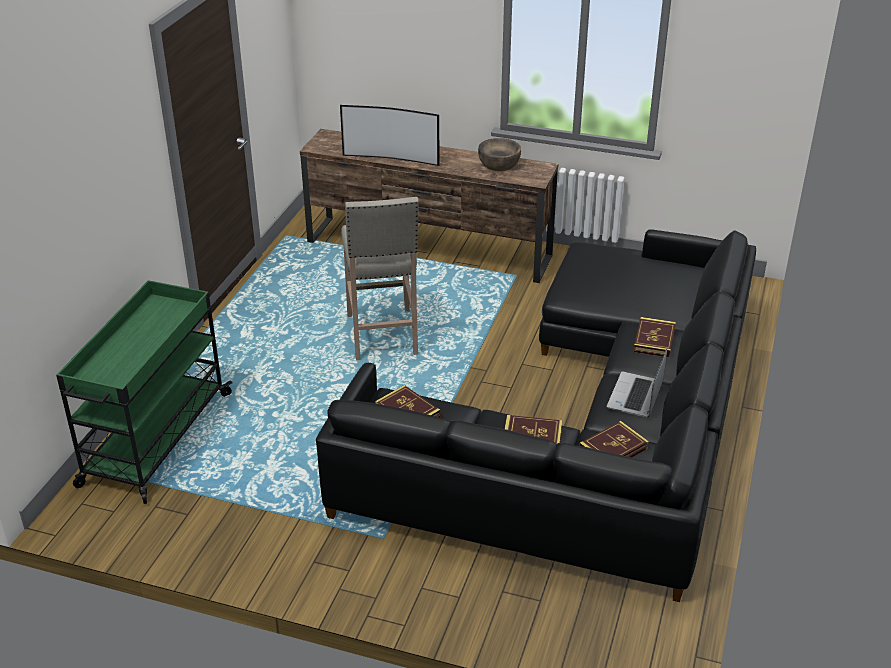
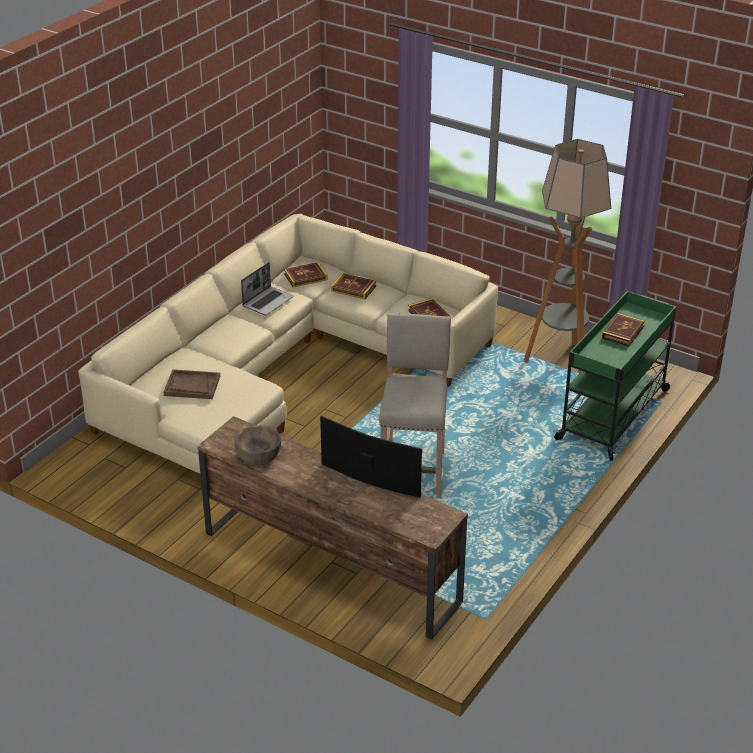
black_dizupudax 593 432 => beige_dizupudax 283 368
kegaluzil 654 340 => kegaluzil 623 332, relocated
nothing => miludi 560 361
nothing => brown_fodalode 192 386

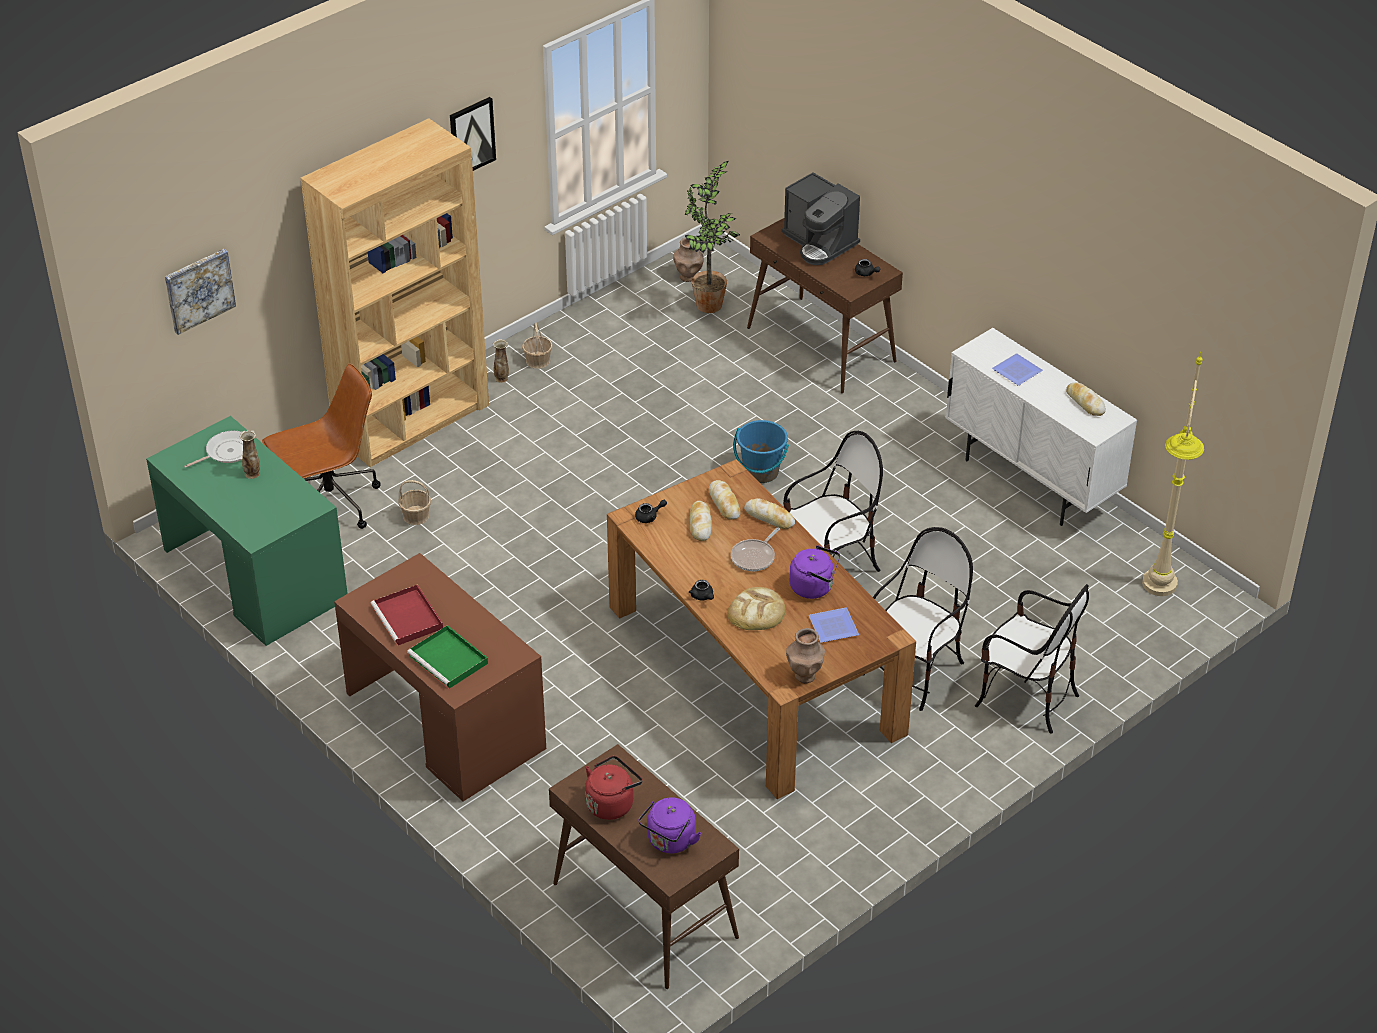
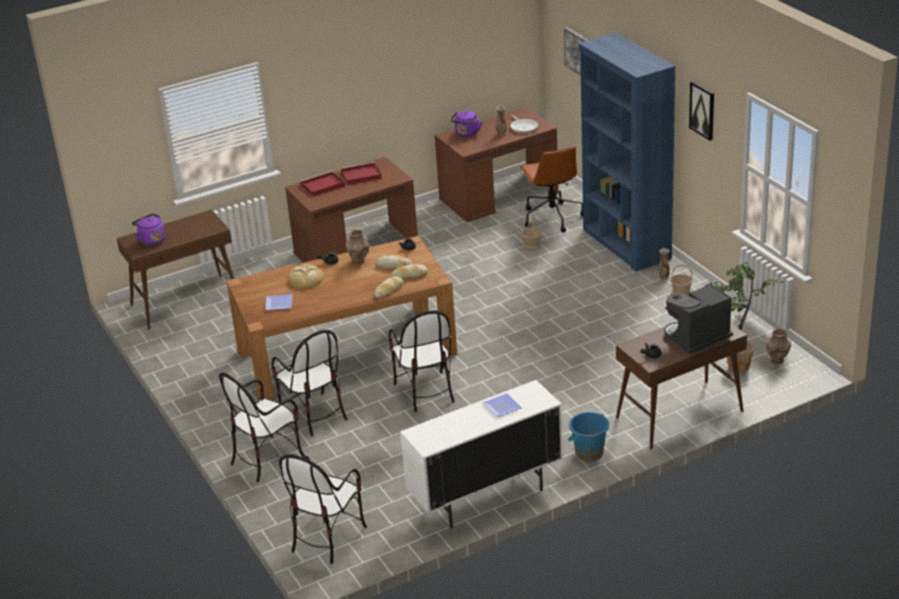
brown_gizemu 412 420 => blue_gizemu 626 244
beige_miludi 1156 604 => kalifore 327 537
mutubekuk 1085 402 => nothing
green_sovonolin 255 574 => brown_sovonolin 498 195
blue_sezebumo 761 472 => blue_sezebumo 589 453, relocated
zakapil 754 557 => nothing
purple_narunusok 814 587 => purple_narunusok 466 134, relocated
green_fodalode 449 660 => red_fodalode 322 186
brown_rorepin 805 675 => brown_rorepin 358 261, relocated
red_narunusok 612 803 => nothing

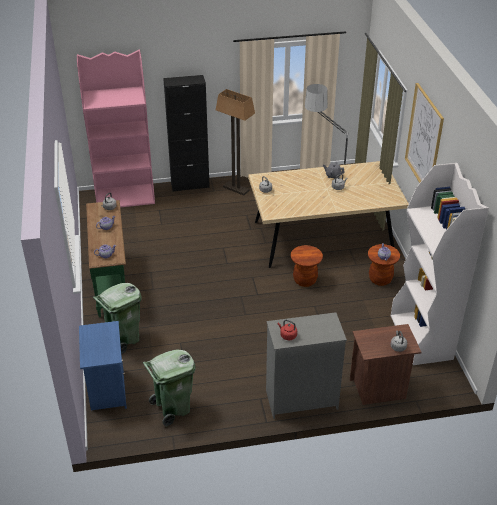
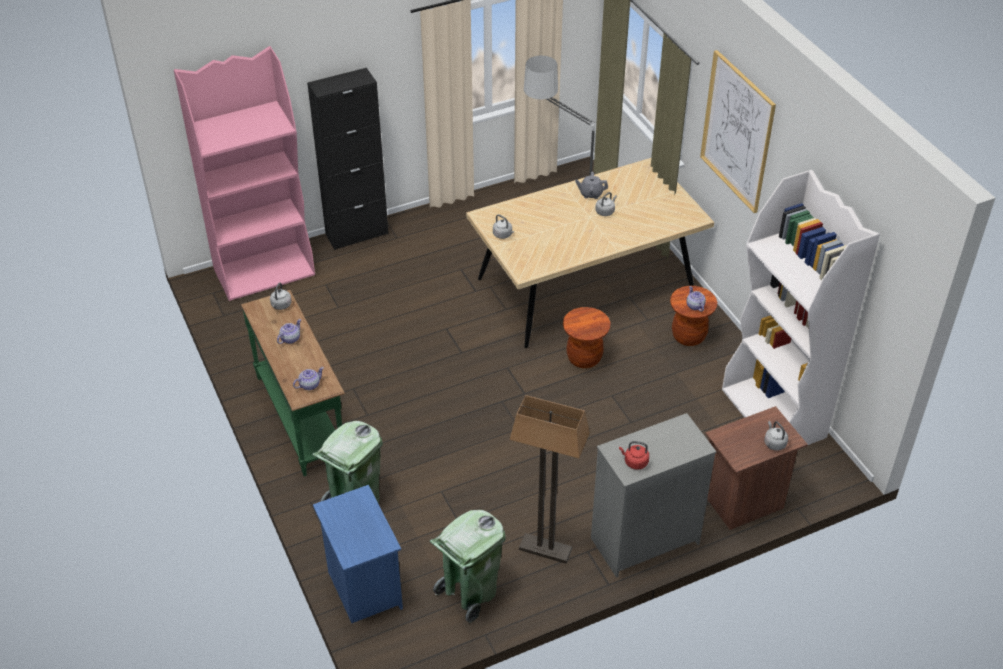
miludi 236 189 => miludi 545 549, relocated

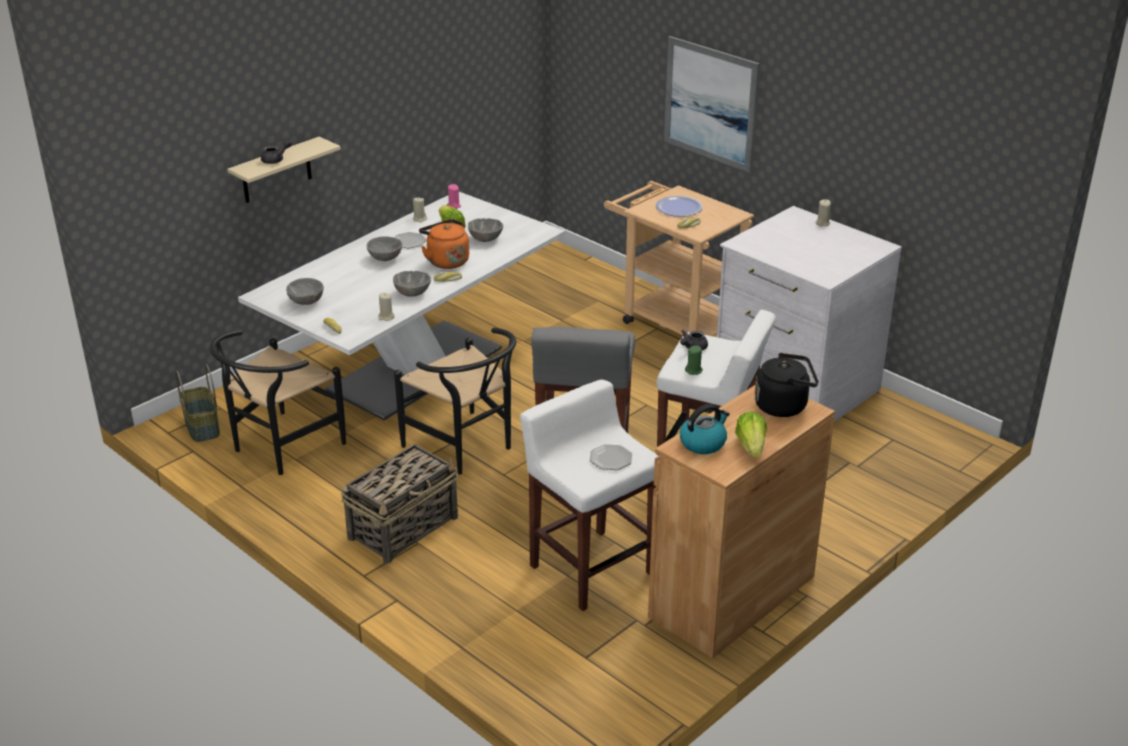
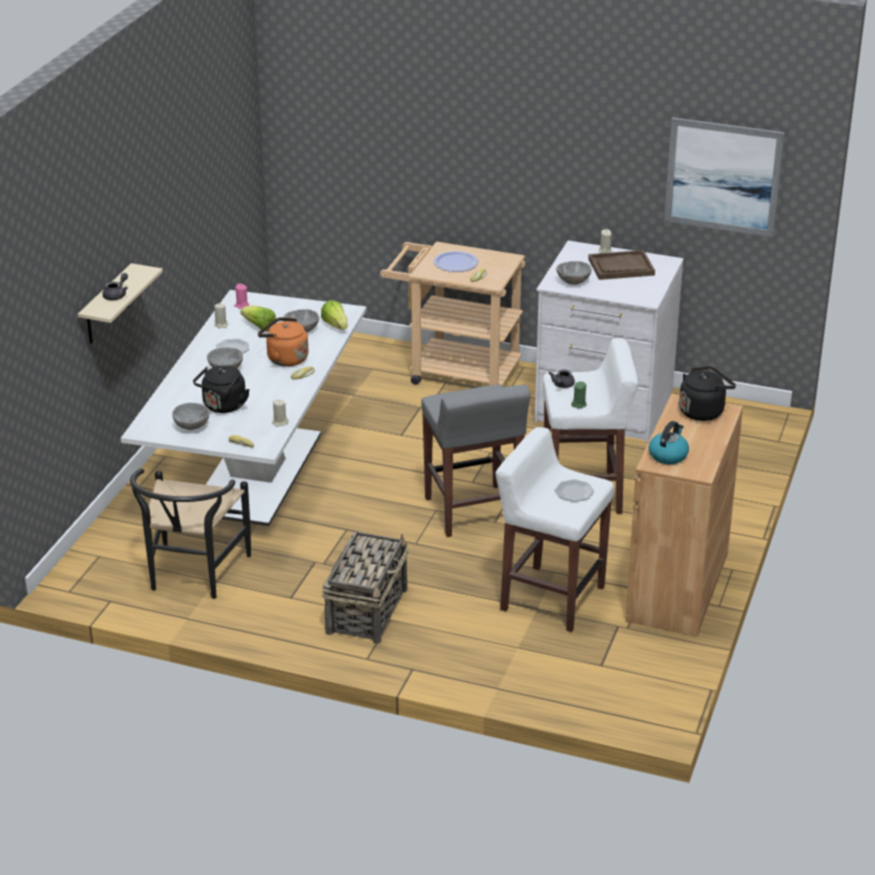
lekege 710 103 => lekege 723 177, relocated
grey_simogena 412 293 => grey_simogena 573 282, relocated
black_kalifore 466 448 => nothing
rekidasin 201 427 => nothing
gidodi 751 447 => gidodi 335 325, relocated
nothing => brown_fodalode 621 267
nothing => black_narunusok 223 407

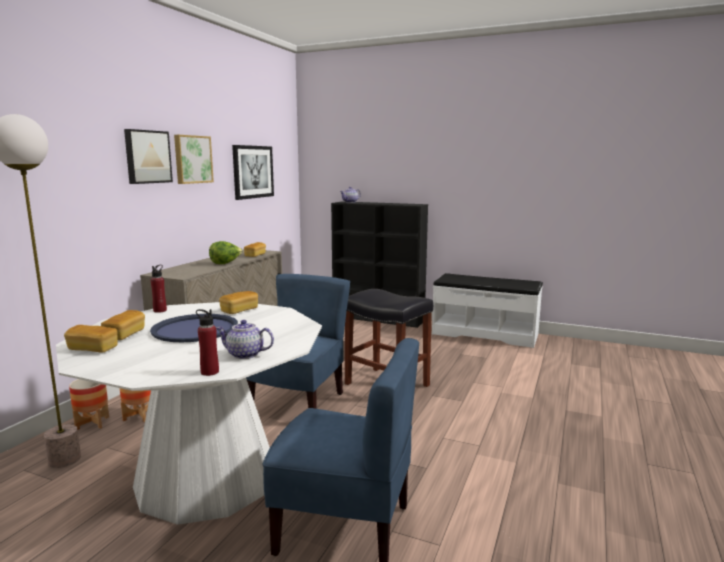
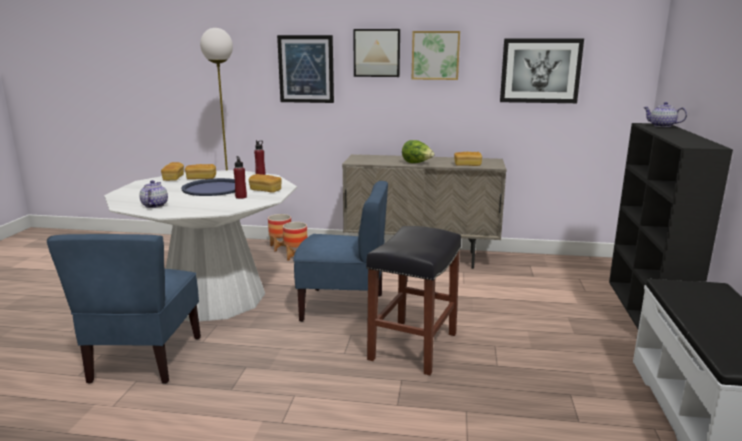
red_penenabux 209 372 => red_penenabux 241 197, relocated
nothing => lekege 306 69

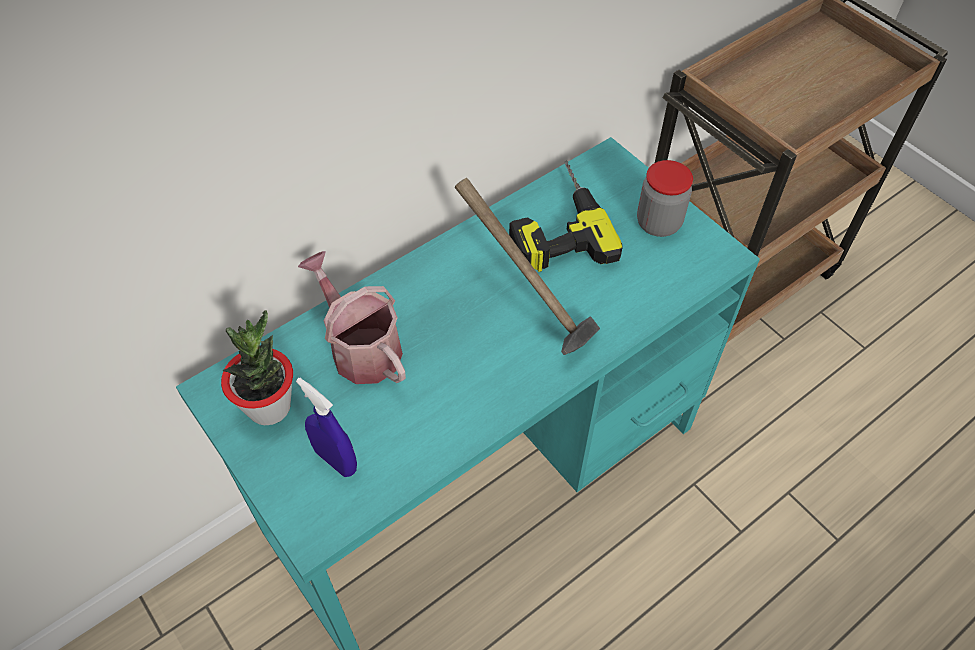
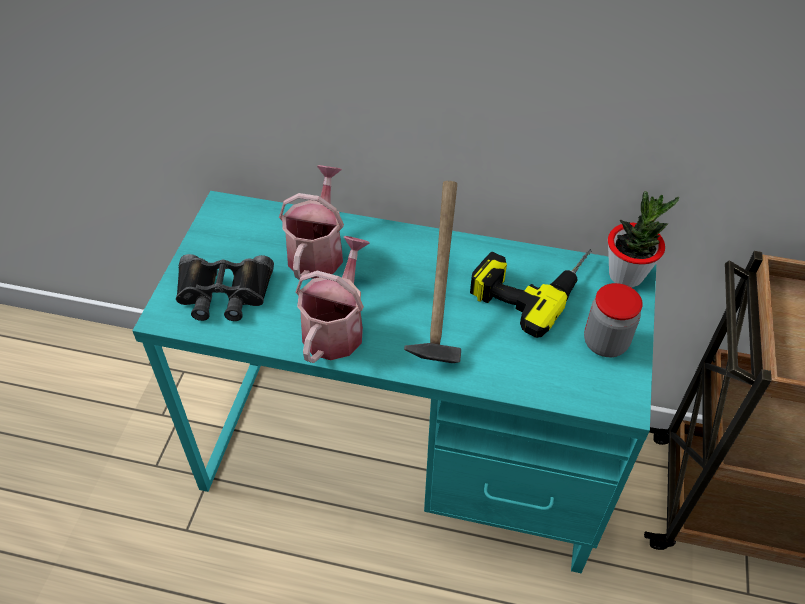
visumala 269 406 => visumala 626 275, relocated
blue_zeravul 336 460 => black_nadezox 223 293
nothing => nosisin 336 327

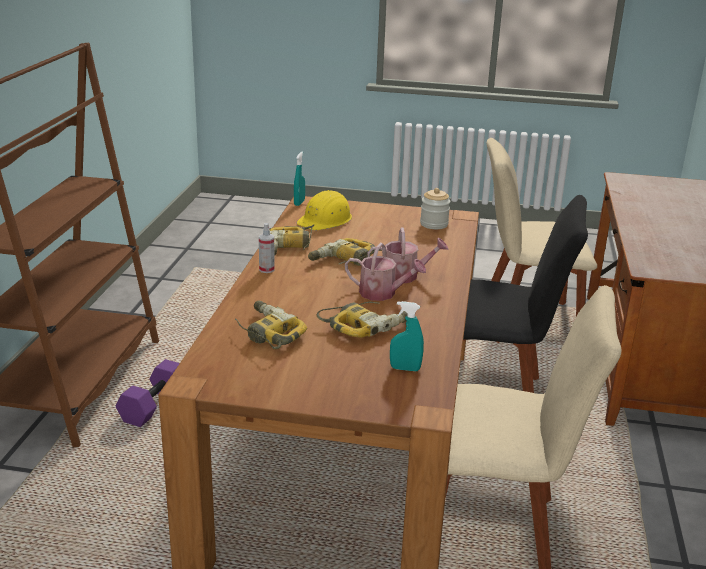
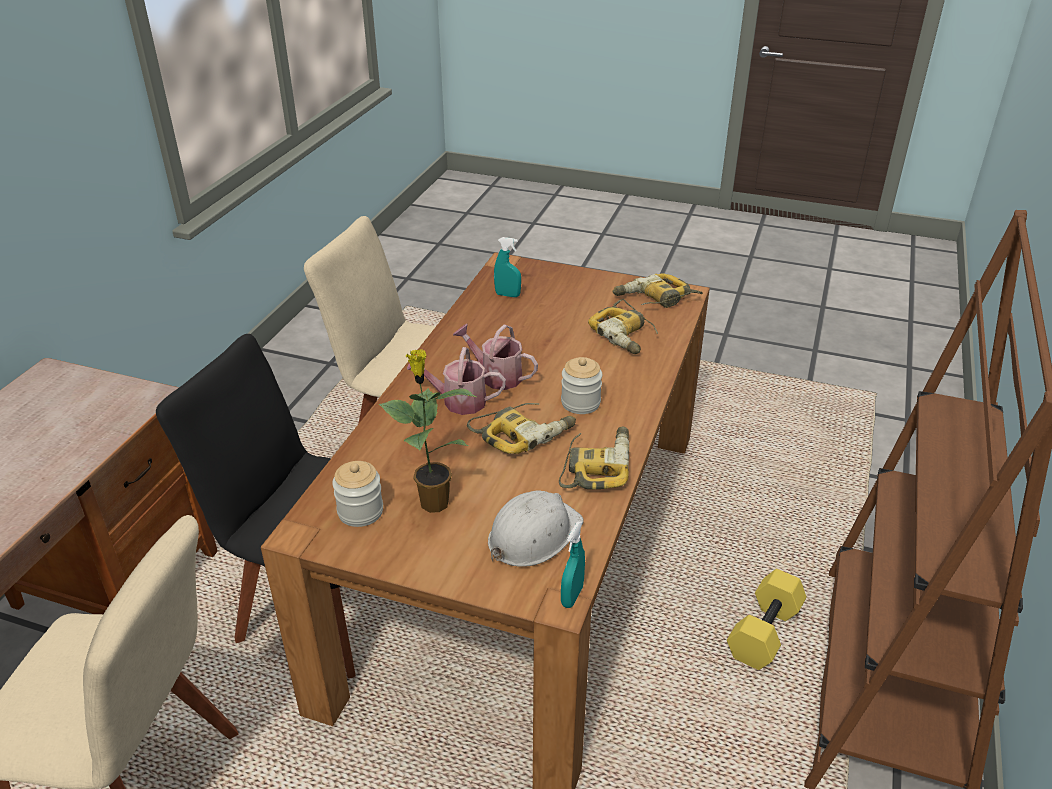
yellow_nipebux 325 220 => white_nipebux 533 535
zeravul 266 269 => nothing
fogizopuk 365 325 => fogizopuk 655 299, relocated
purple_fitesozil 154 407 => yellow_fitesozil 763 631
nothing => visumala 433 501
nothing => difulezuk 580 403

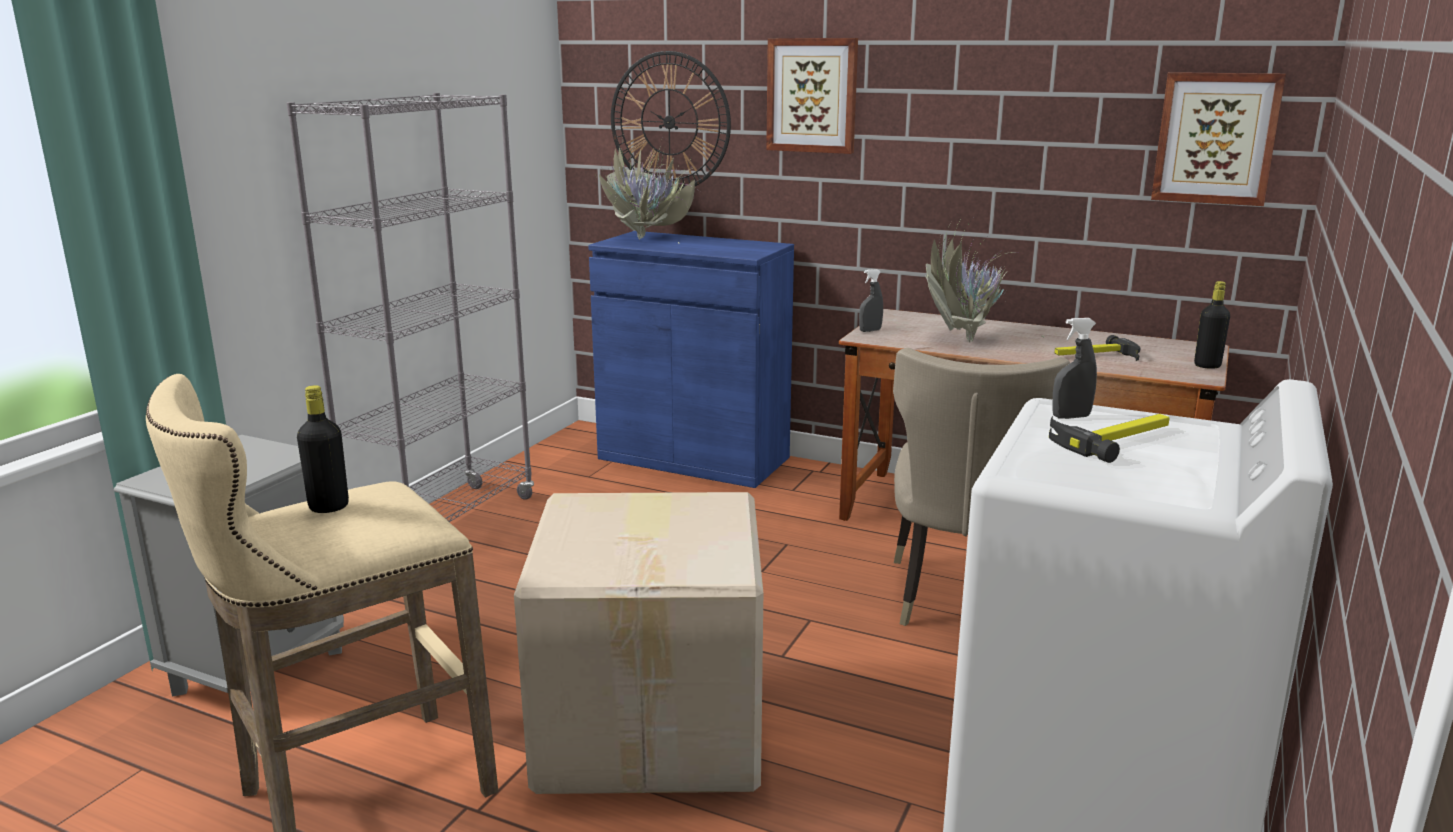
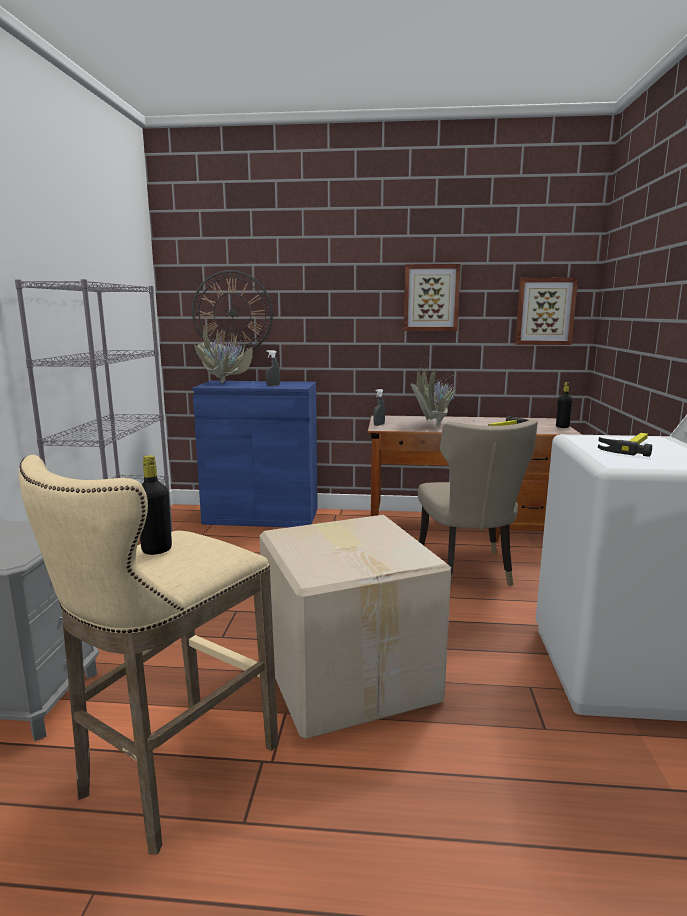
lekege 812 95 => lekege 431 298, relocated
grey_zeravul 1071 417 => grey_zeravul 273 386, relocated

